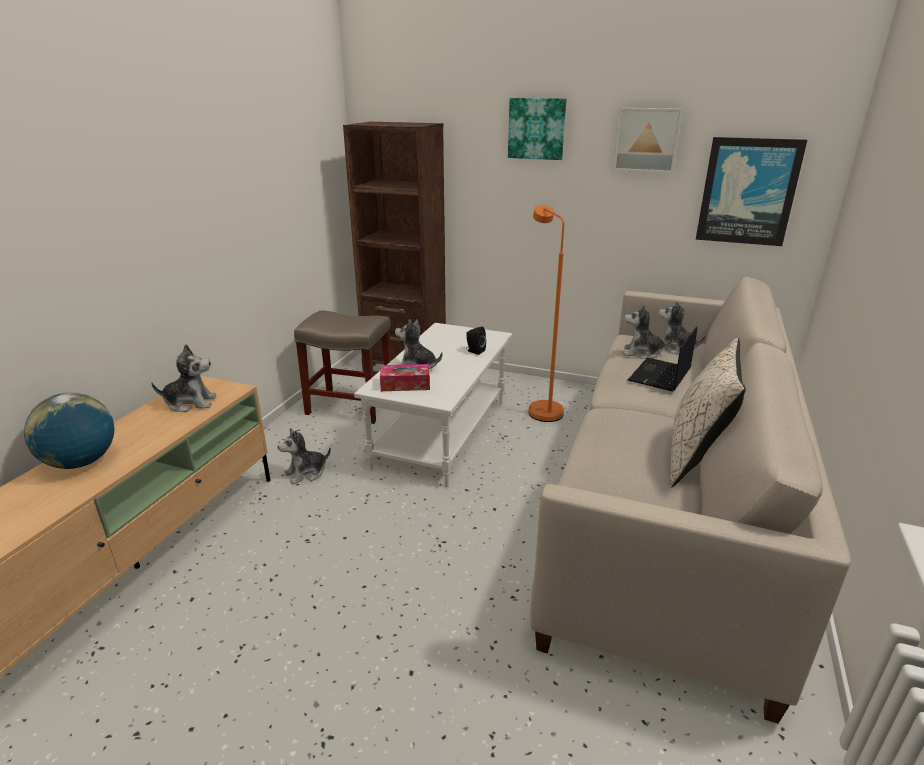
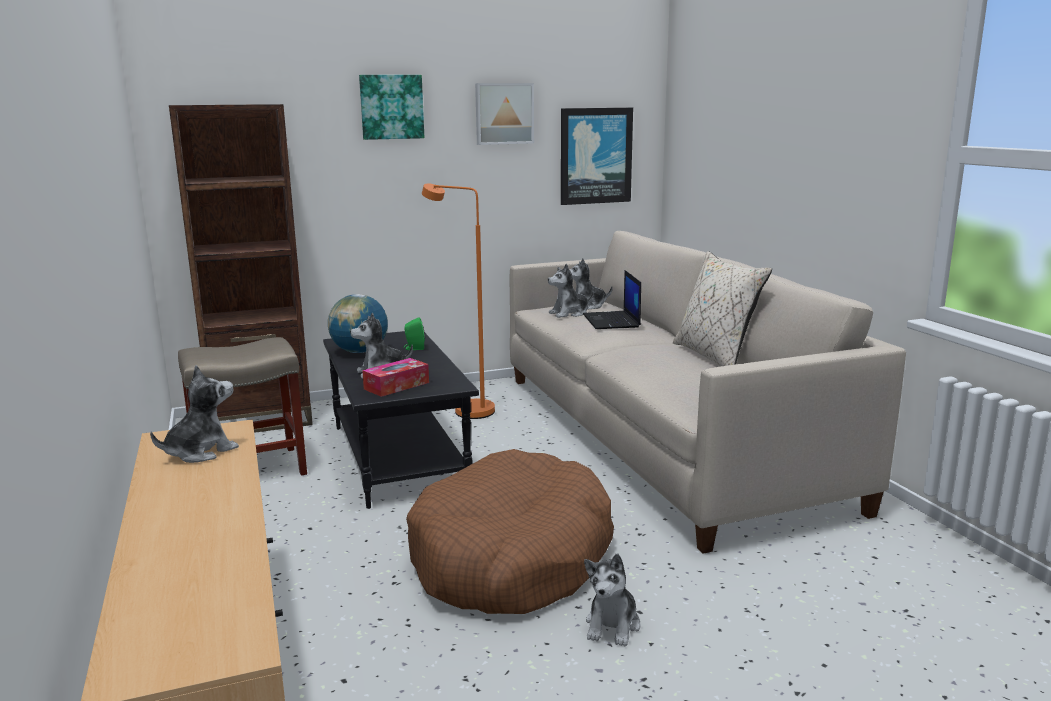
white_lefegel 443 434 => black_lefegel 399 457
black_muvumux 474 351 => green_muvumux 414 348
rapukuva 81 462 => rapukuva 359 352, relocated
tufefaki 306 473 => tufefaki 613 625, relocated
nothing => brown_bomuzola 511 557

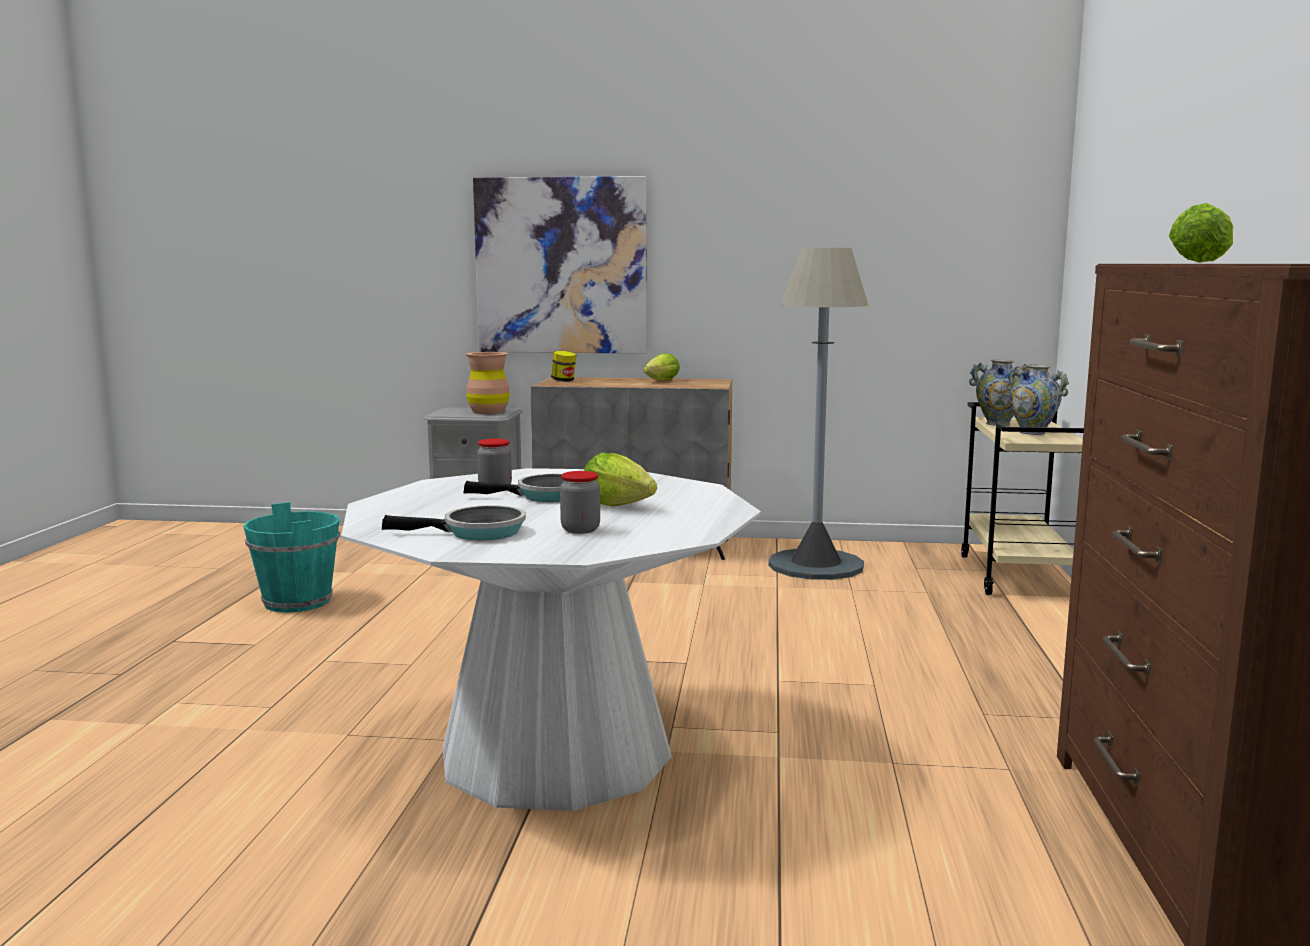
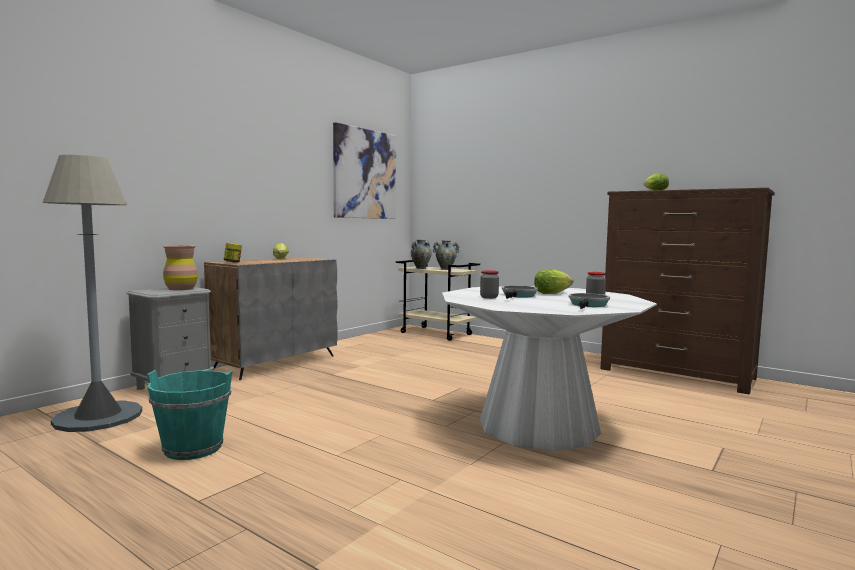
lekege 561 266 => lekege 365 174, relocated
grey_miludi 815 565 => grey_miludi 98 417, relocated

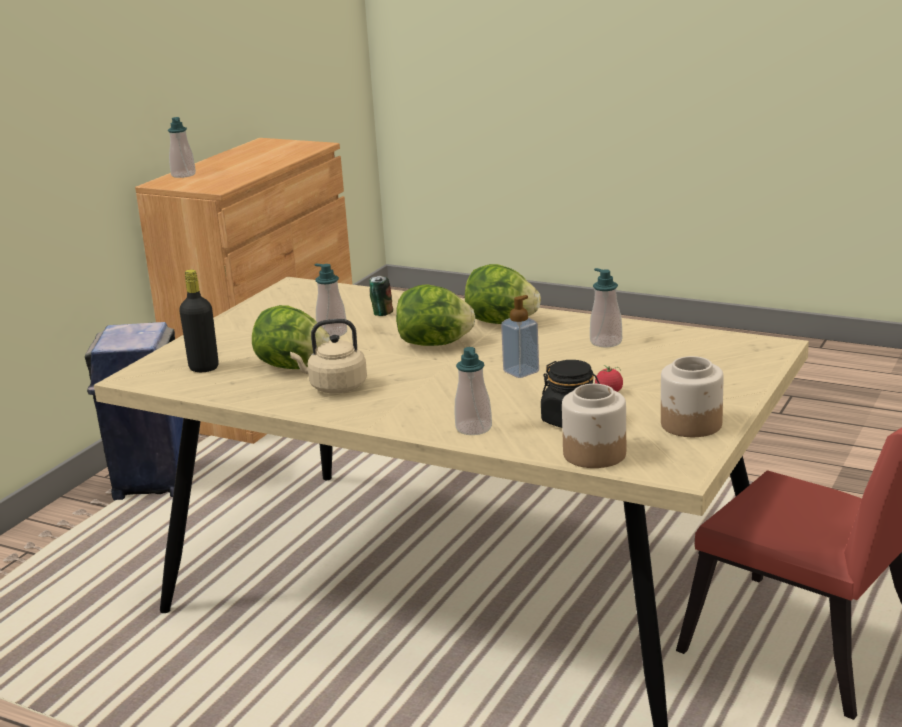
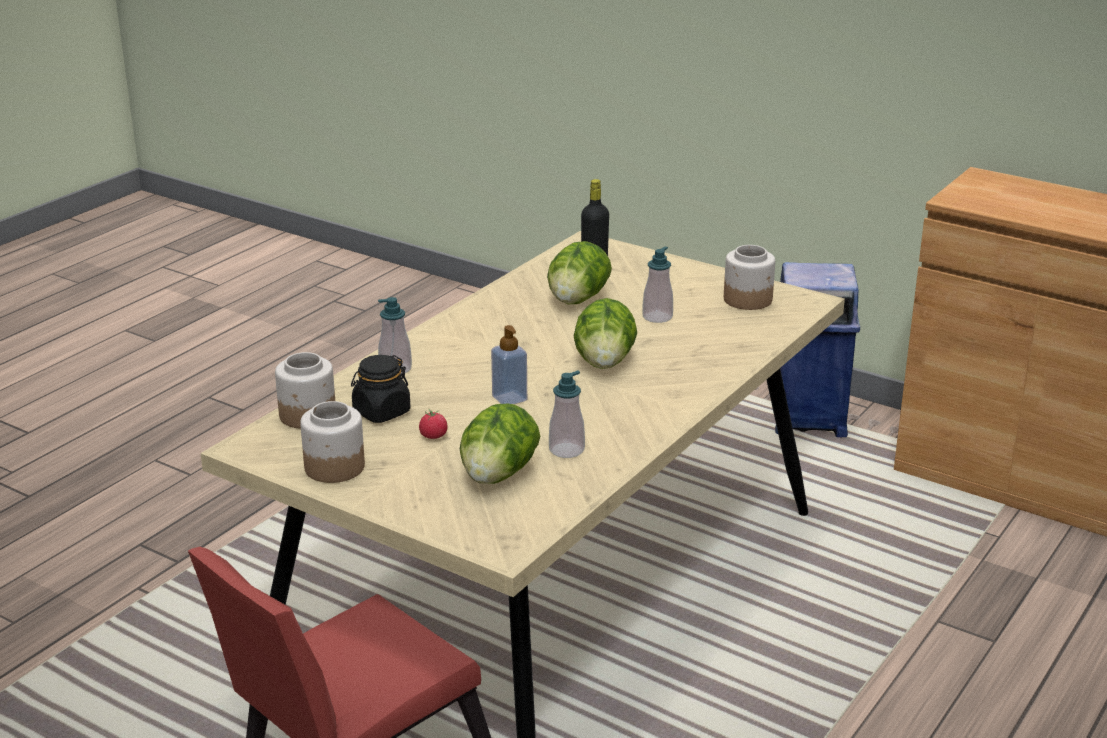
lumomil 183 175 => nothing
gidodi 501 322 => gidodi 498 475, relocated
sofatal 381 313 => nothing
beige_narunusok 335 387 => nothing
nothing => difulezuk 748 300

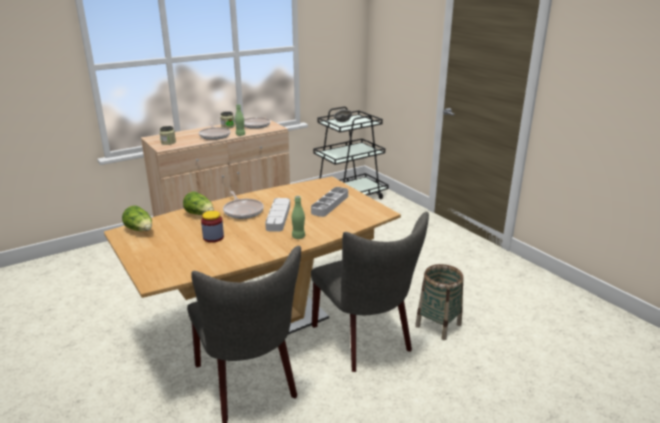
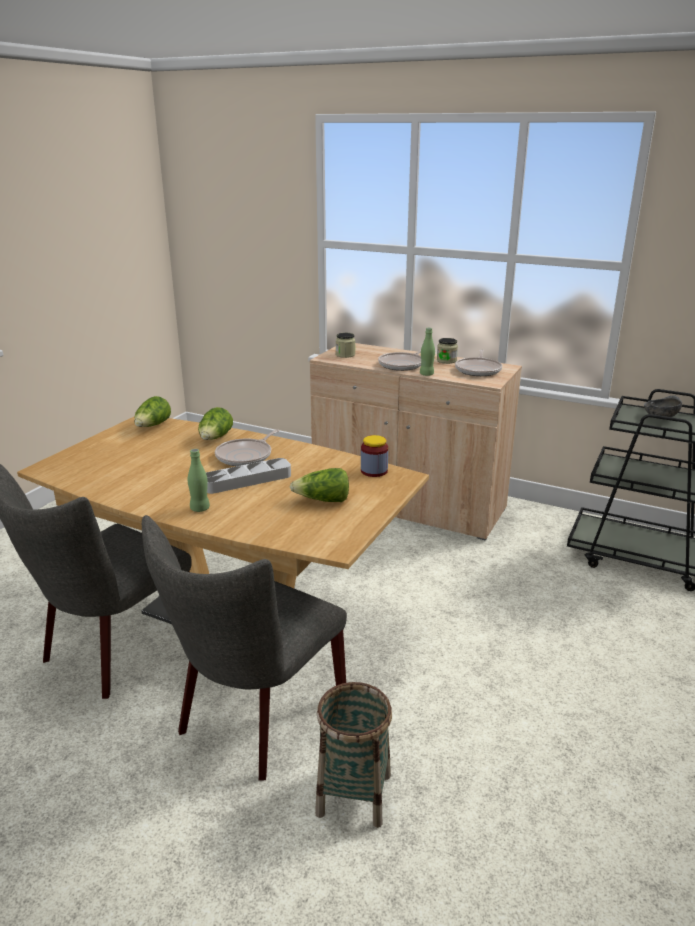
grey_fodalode 330 204 => gidodi 323 500
difulezuk 213 237 => difulezuk 374 471, relocated

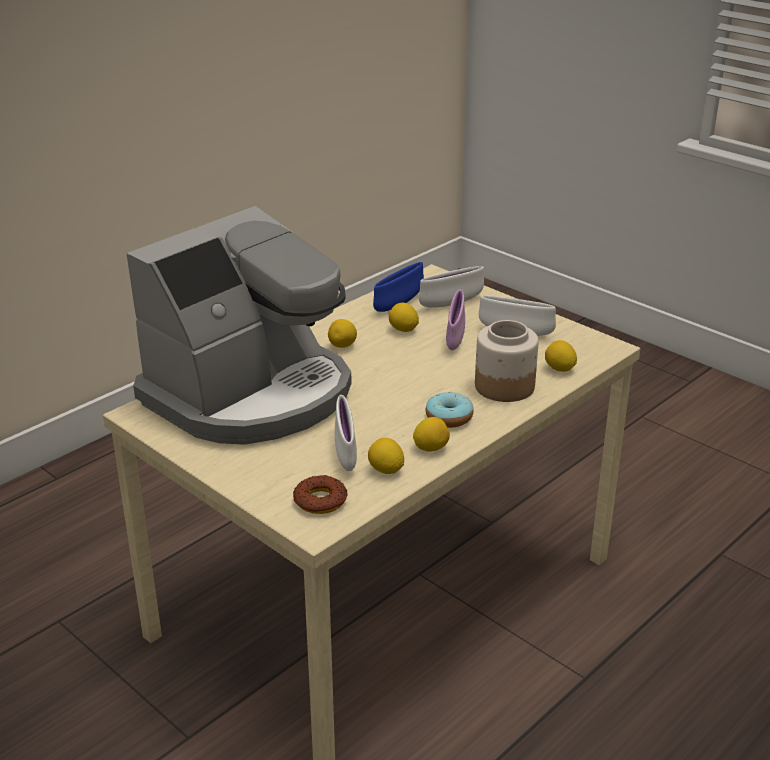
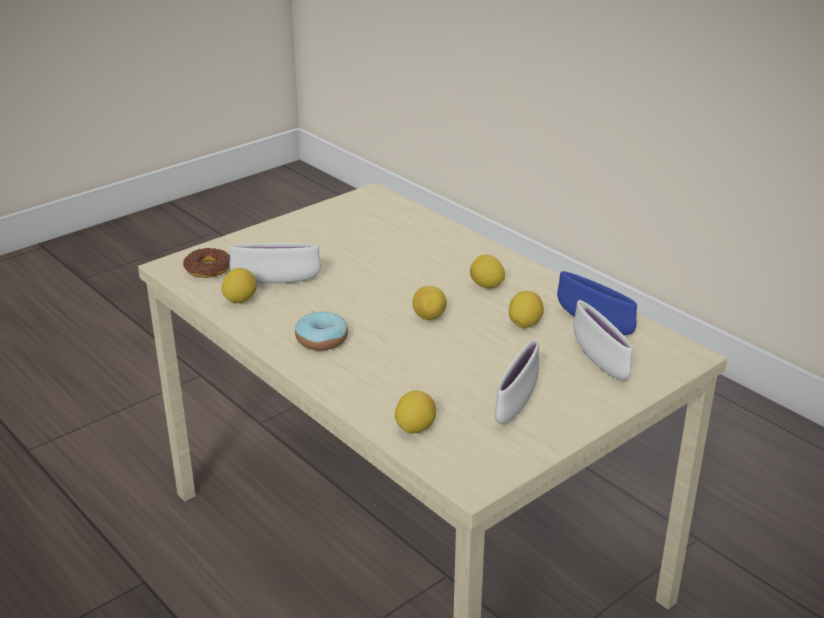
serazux 251 395 => nothing
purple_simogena 455 338 => nothing
difulezuk 504 387 => nothing
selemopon 431 448 => selemopon 429 317, relocated

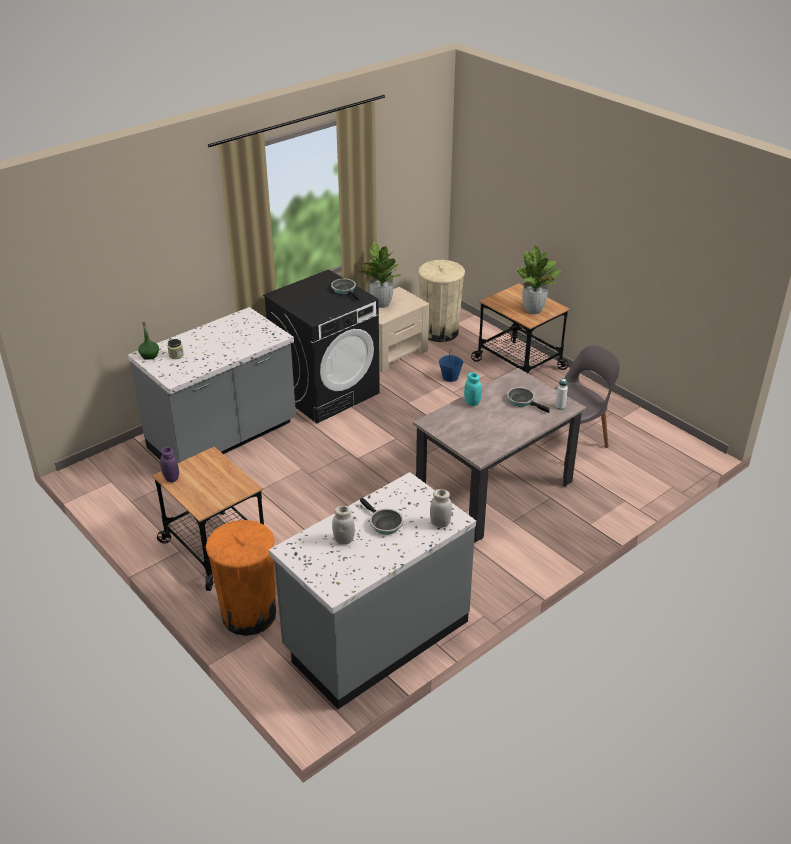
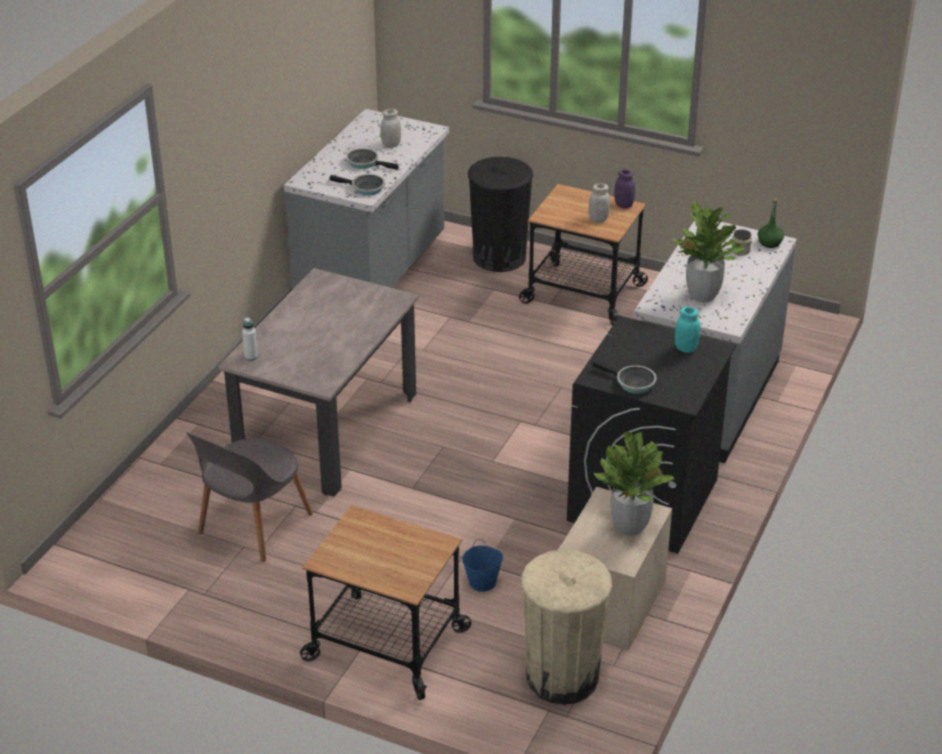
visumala 533 310 => visumala 702 295, relocated
turquoise_difulezuk 472 402 => turquoise_difulezuk 685 348, relocated
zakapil 522 401 => zakapil 365 188, relocated
white_difulezuk 440 523 => white_difulezuk 598 219, relocated
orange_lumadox 249 615 => black_lumadox 499 257

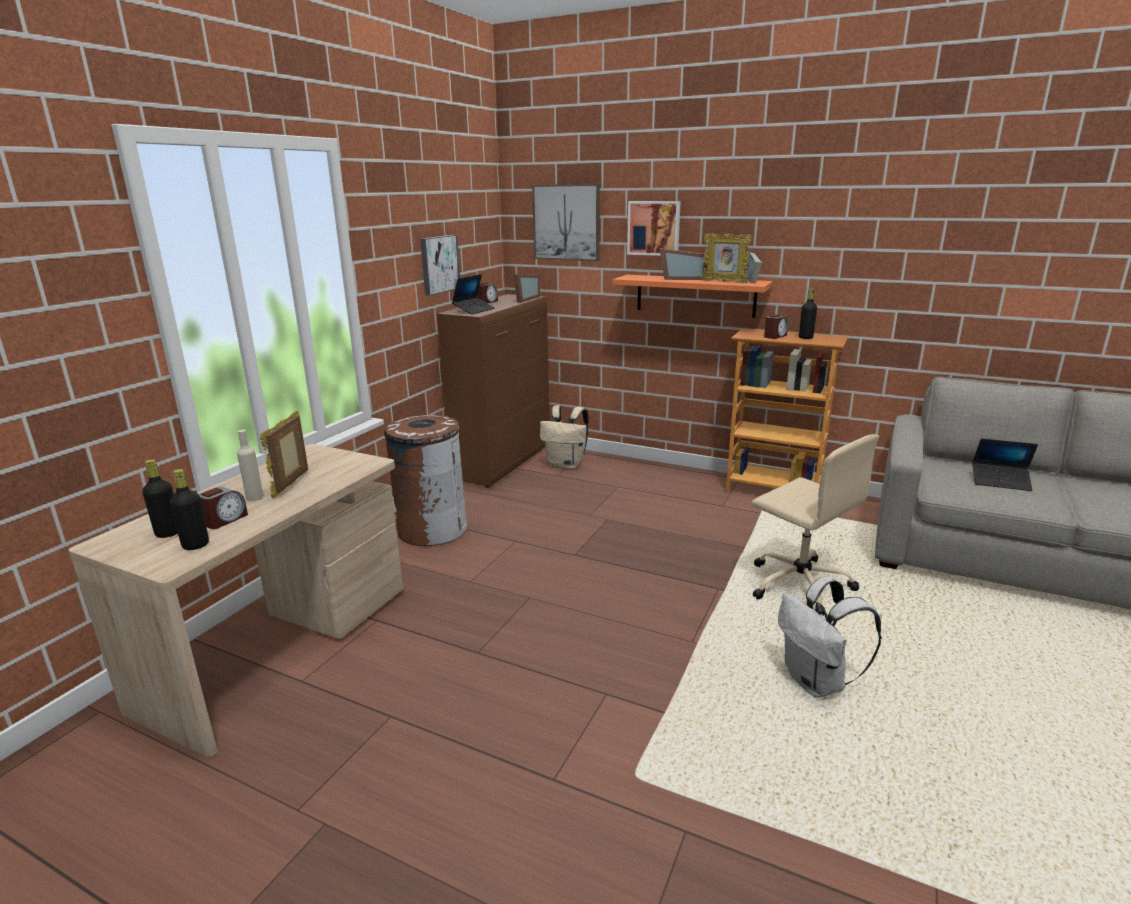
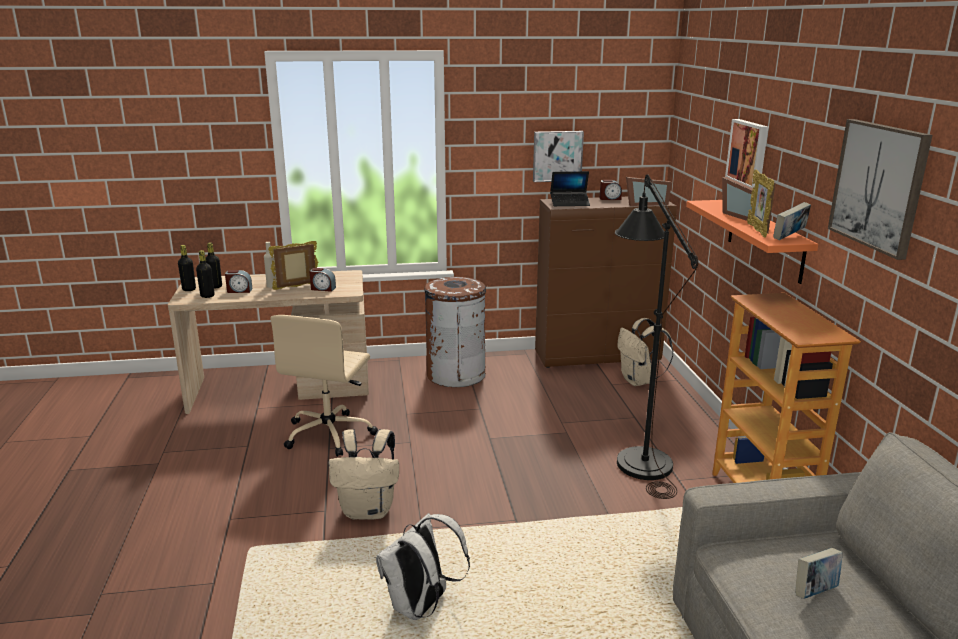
lekege 566 222 => lekege 879 186, relocated
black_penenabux 805 337 => black_penenabux 189 289, relocated
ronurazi 775 336 => ronurazi 323 289, relocated
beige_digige 798 584 => beige_digige 330 434, relocated
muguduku 1000 481 => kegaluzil 815 592
nothing => black_miludi 639 456
nothing => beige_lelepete 369 510

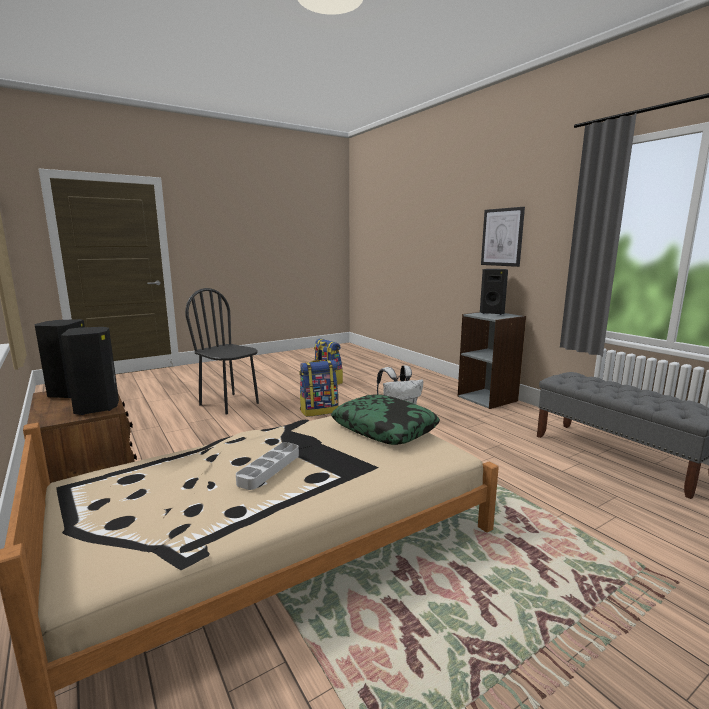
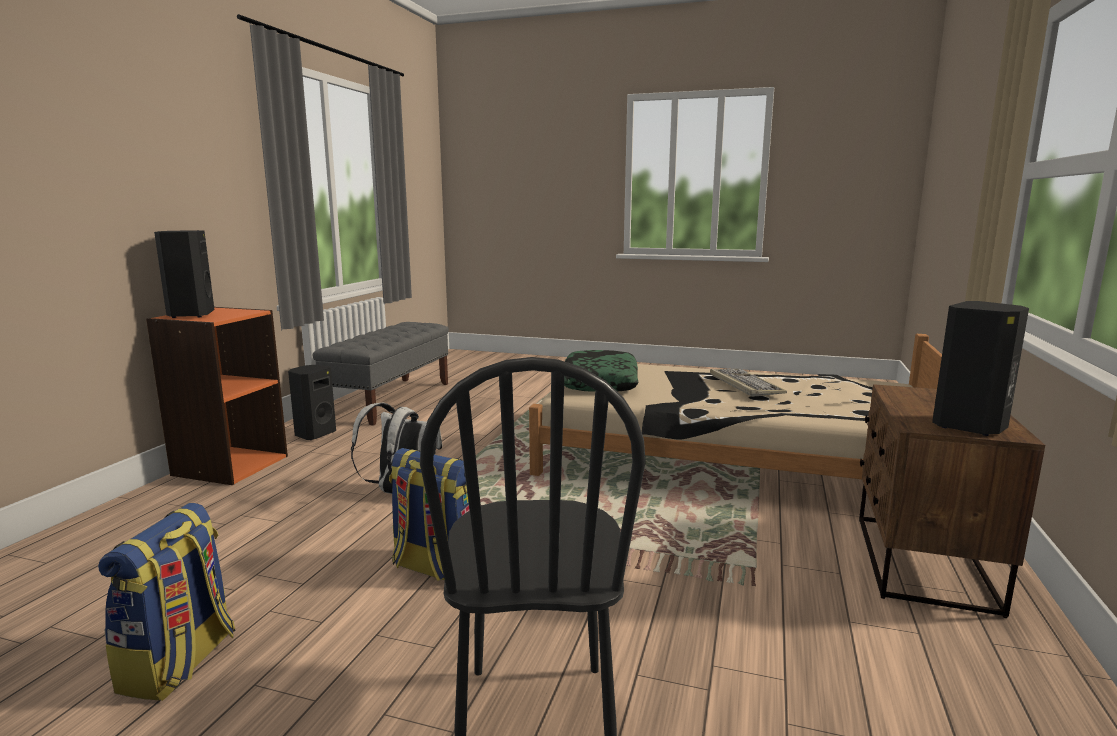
lekege 502 237 => nothing
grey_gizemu 487 398 => orange_gizemu 230 465
black_muvumux 98 407 => black_muvumux 314 434, relocated
grey_fodalode 269 469 => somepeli 744 385

